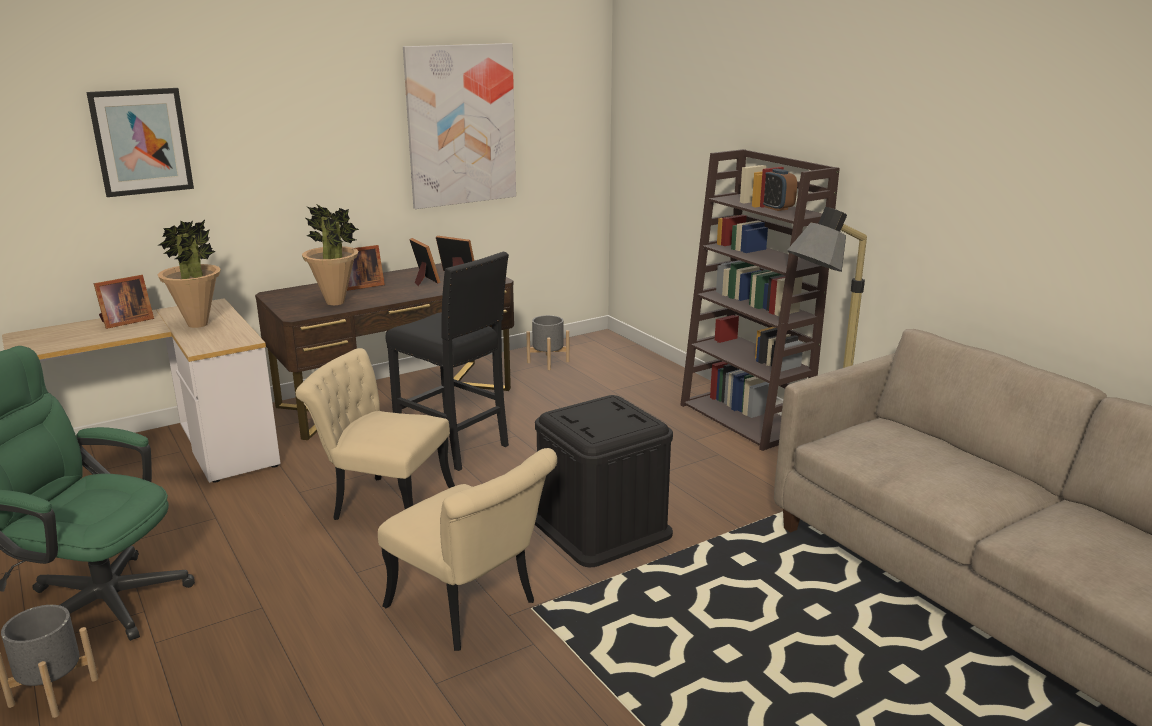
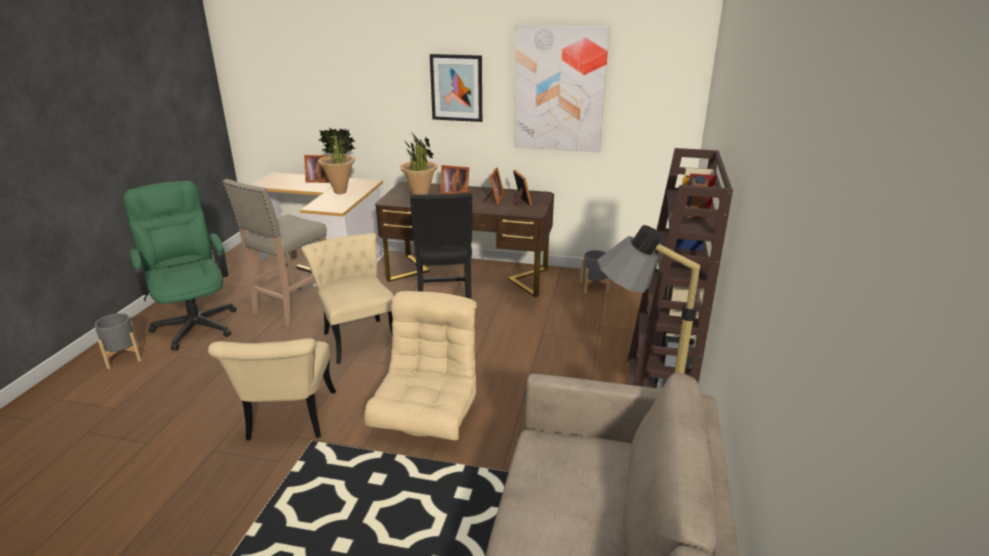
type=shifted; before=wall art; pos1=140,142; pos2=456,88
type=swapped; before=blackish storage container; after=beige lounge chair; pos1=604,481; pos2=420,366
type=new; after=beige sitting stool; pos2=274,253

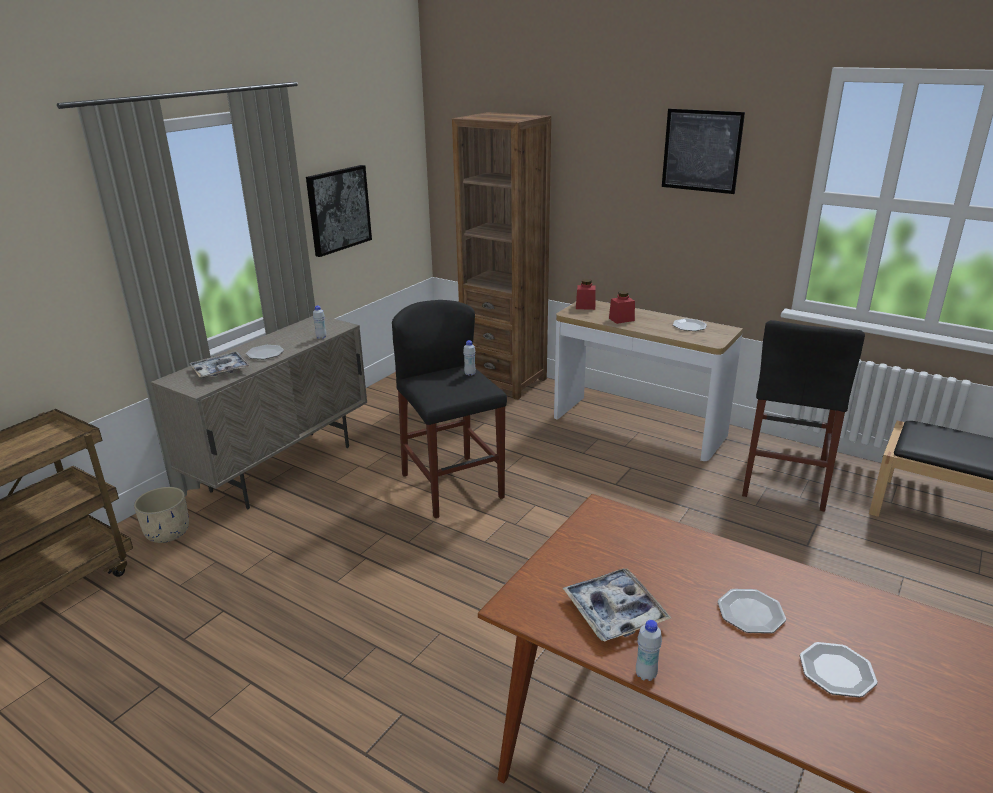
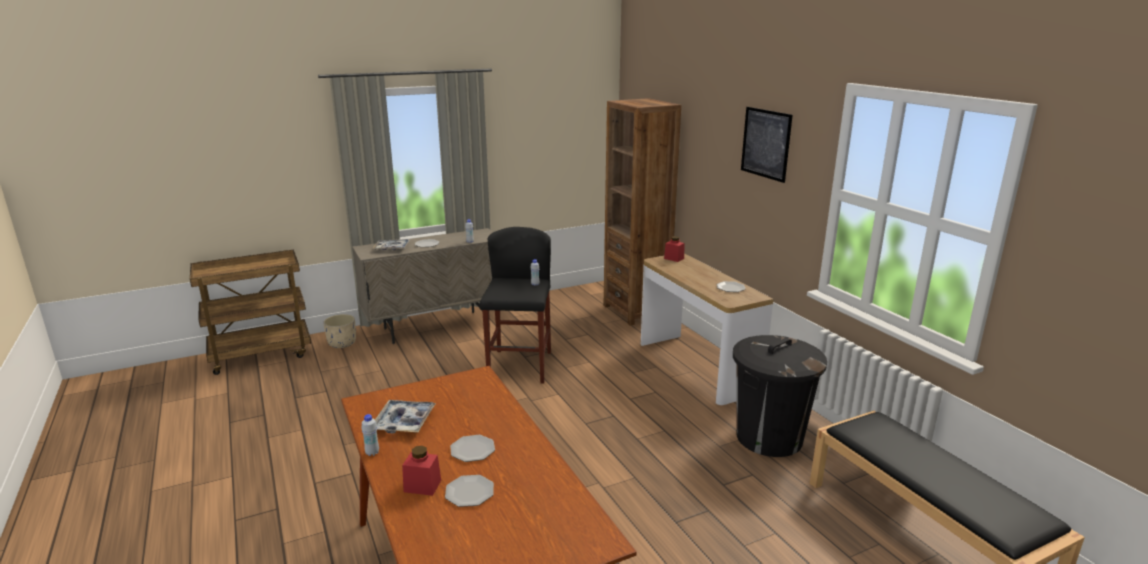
type=gone; before=wall art; pos1=339,211
type=shifted; before=red-coloured jar; pos1=622,307; pos2=421,471
type=swapped; before=blackish sitting stool; after=blackish rubbish bin; pos1=803,416; pos2=780,396

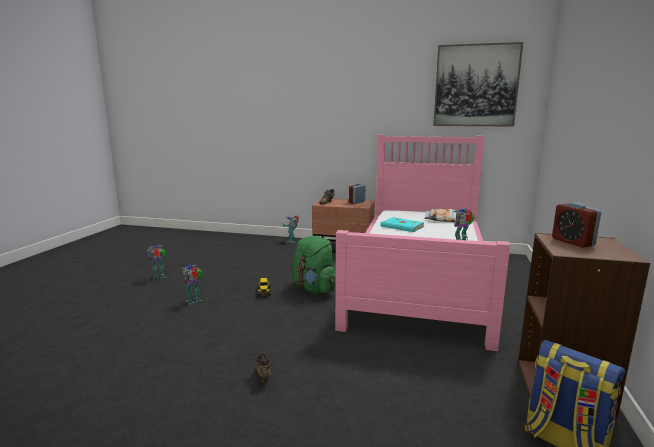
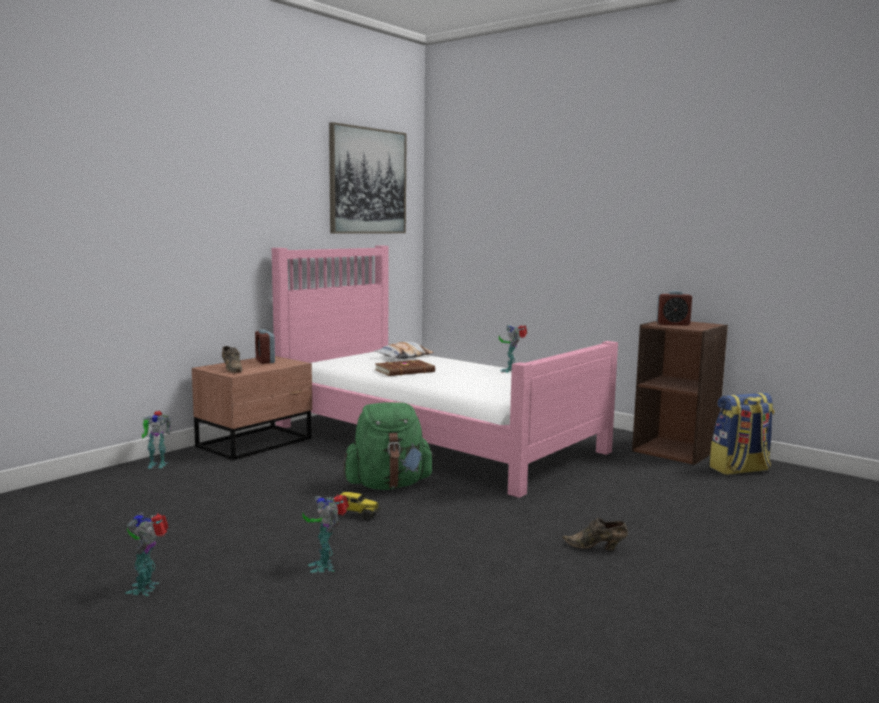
type=repainted; before=turquoise bound book; after=brownish bound book; pos1=402,224; pos2=405,368

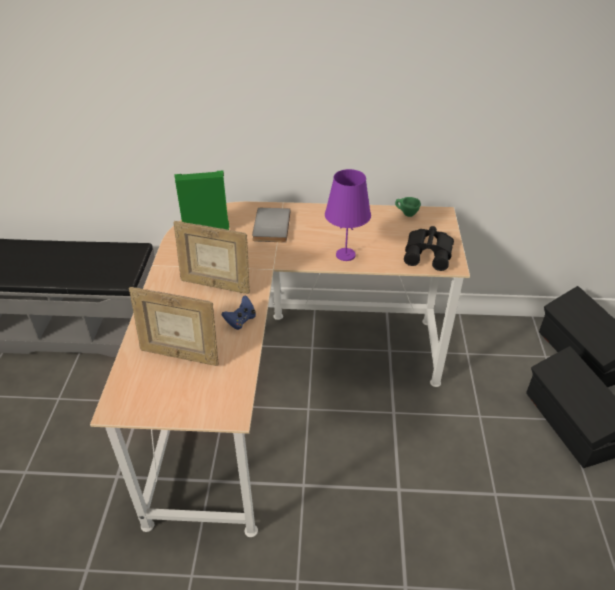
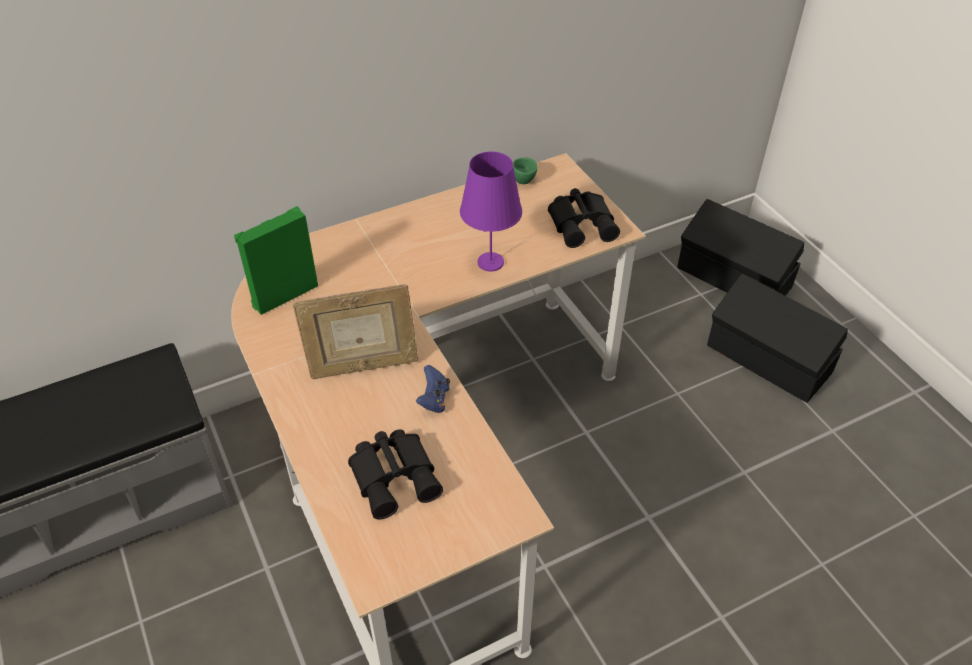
type=gone; before=gray bound book; pos1=271,225
type=swapped; before=picture frame; after=blackish field glasses; pos1=174,326; pos2=395,474

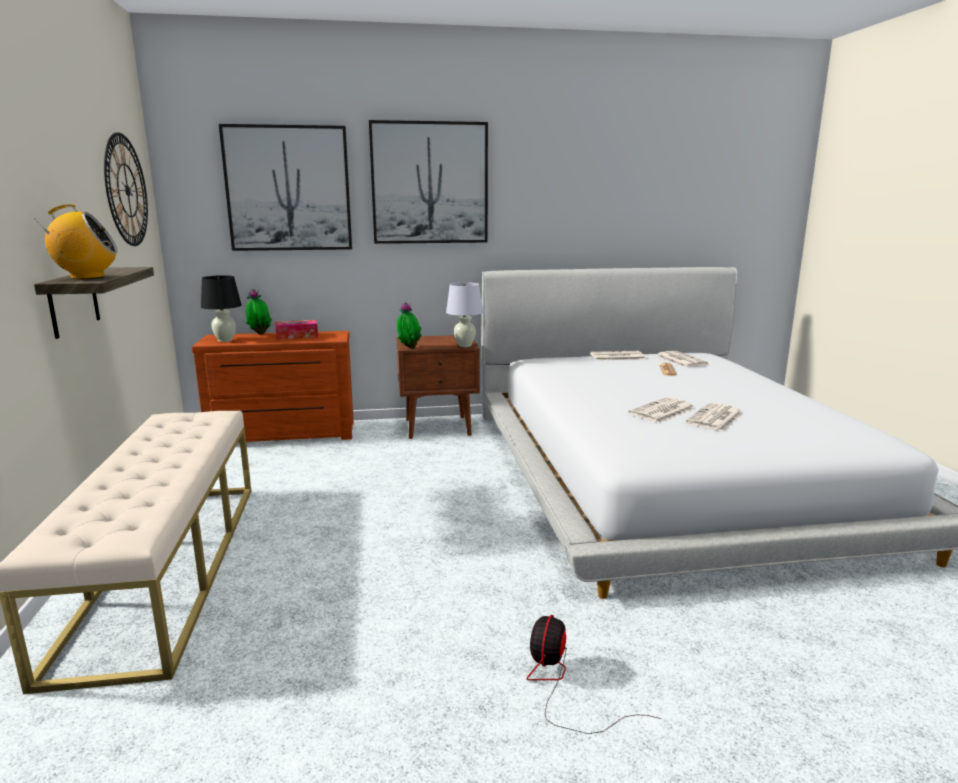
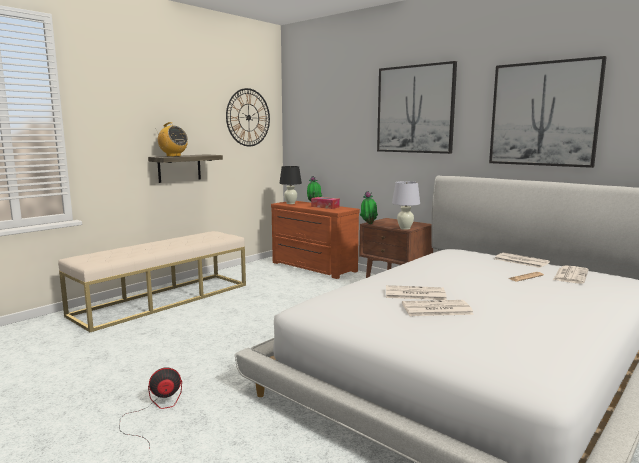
type=shifted; before=wall art; pos1=285,187; pos2=548,112

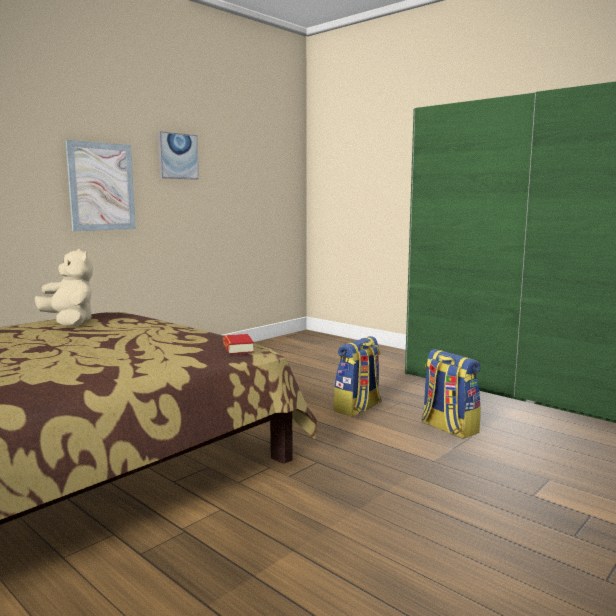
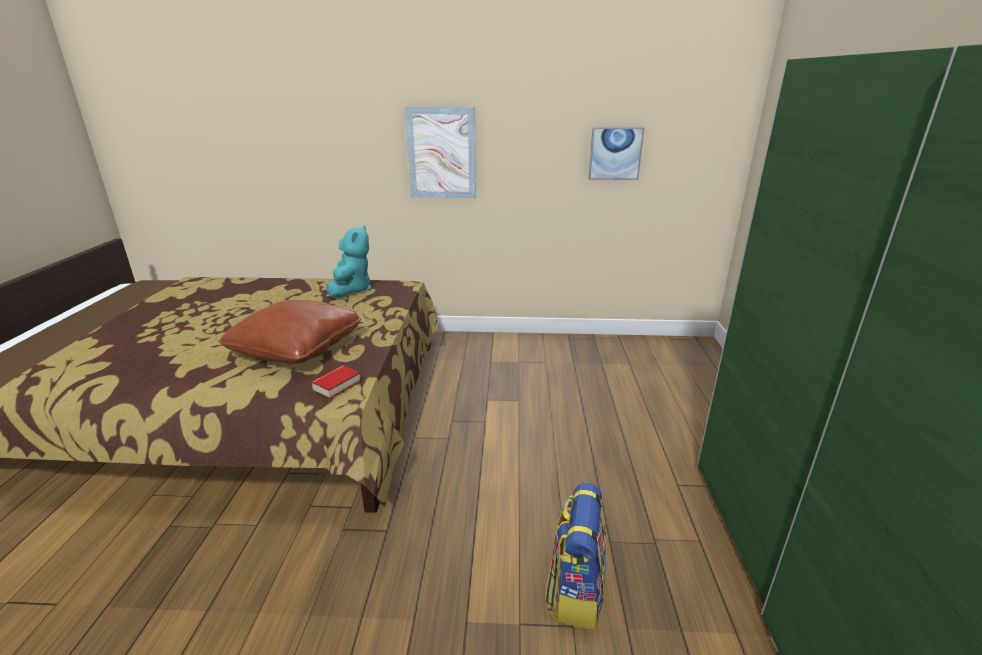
type=shifted; before=wall art; pos1=178,155; pos2=616,153
type=repainted; before=beige soft toy; after=turquoise soft toy; pos1=64,287; pos2=348,261
type=gone; before=knapsack; pos1=358,376
type=new; after=brownish cushion; pos2=290,332

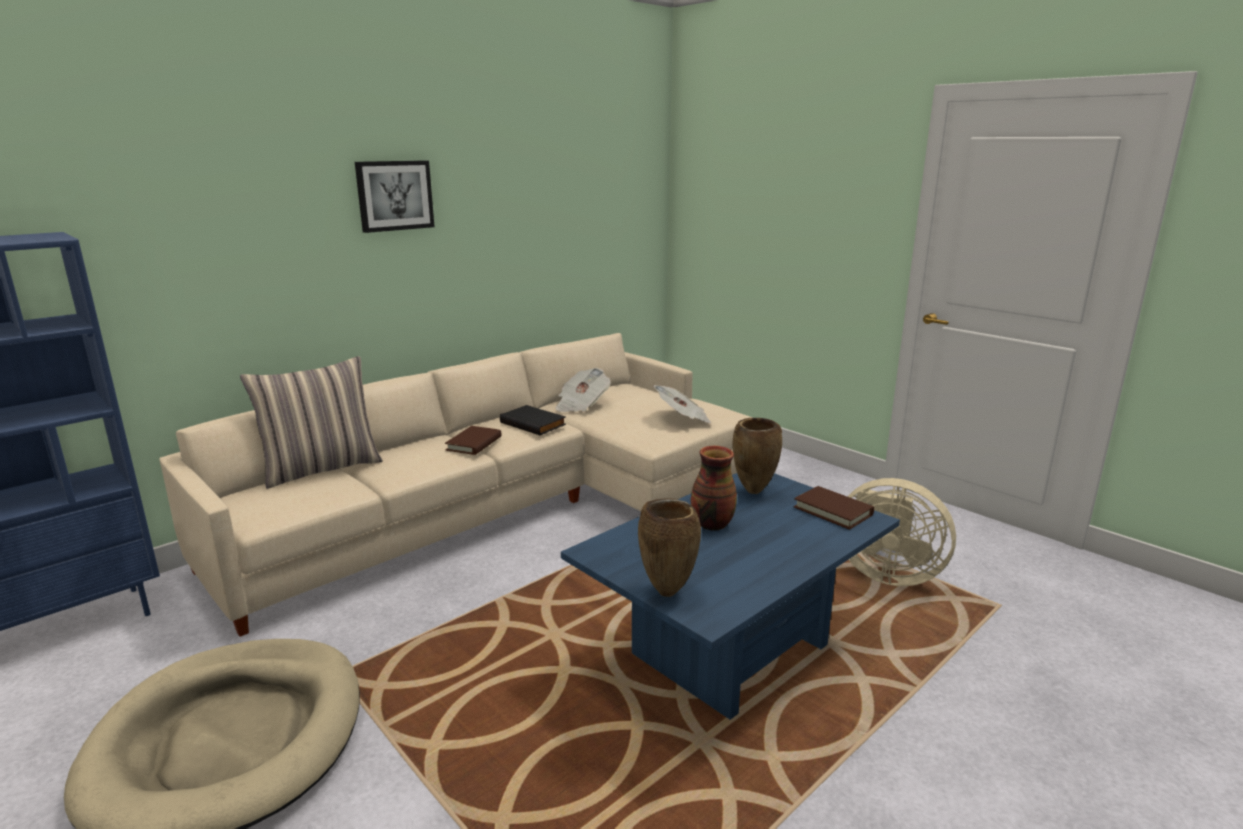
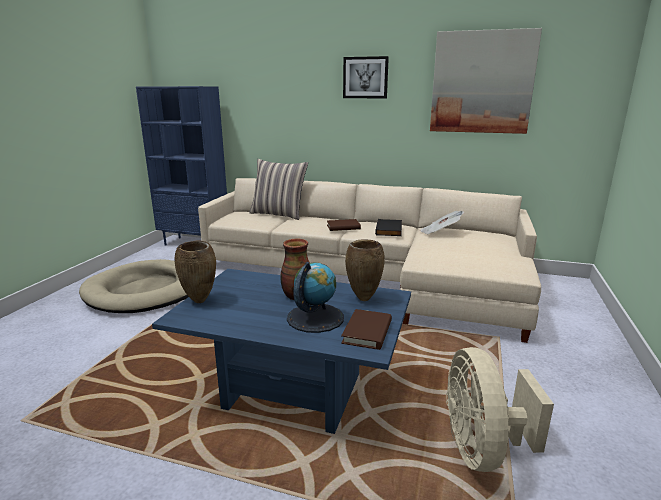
type=gone; before=printed paper; pos1=682,404
type=new; after=wall art; pos2=486,81
type=new; after=desk globe; pos2=315,297

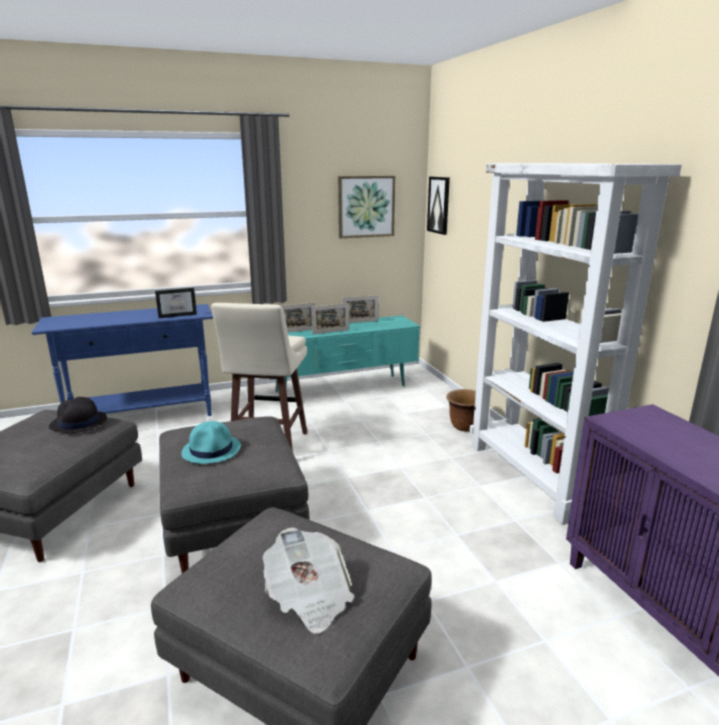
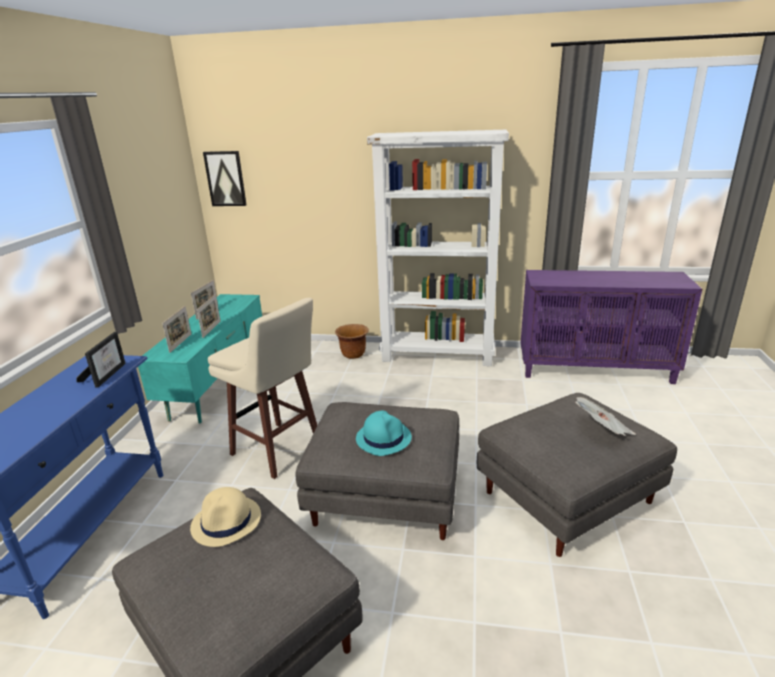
type=gone; before=wall art; pos1=366,207
type=repainted; before=blackish hat; after=beige hat; pos1=78,415; pos2=225,517

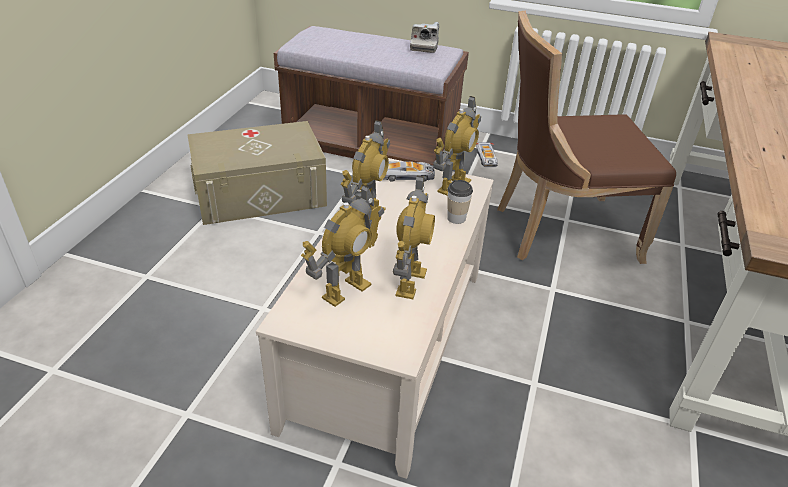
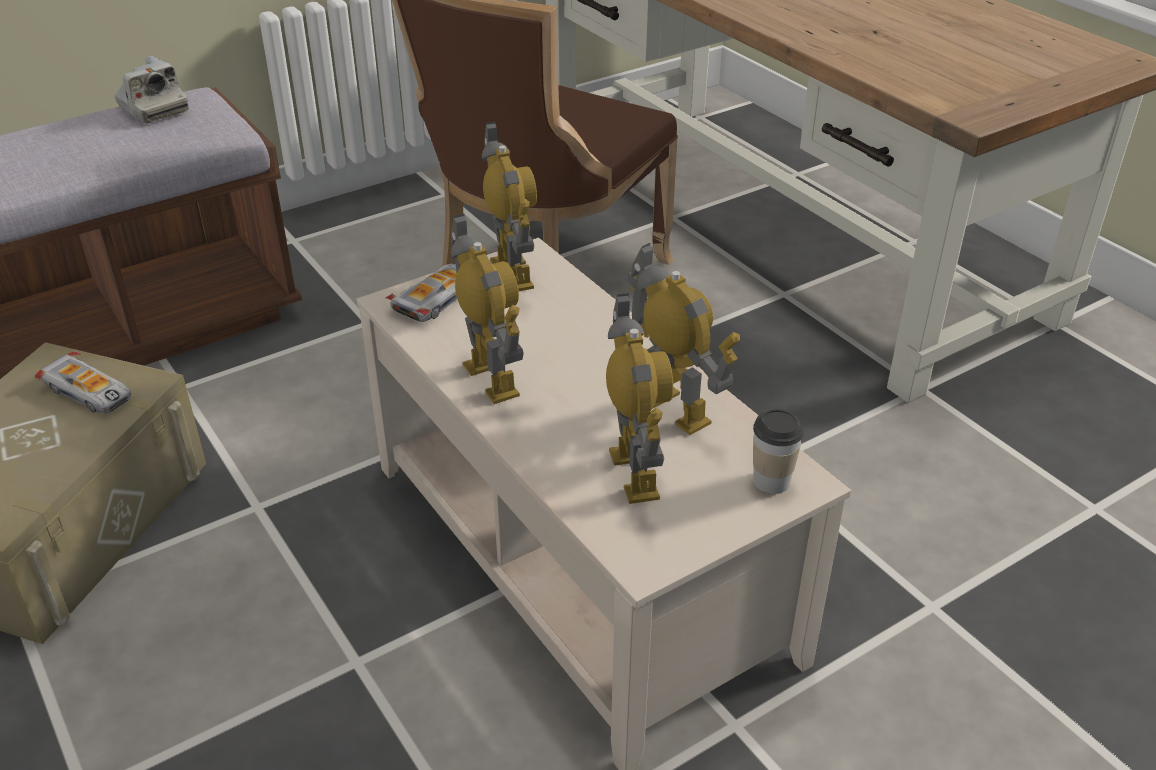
type=shifted; before=model car; pos1=487,154; pos2=83,383
type=shifted; before=small cup; pos1=460,202; pos2=778,451

